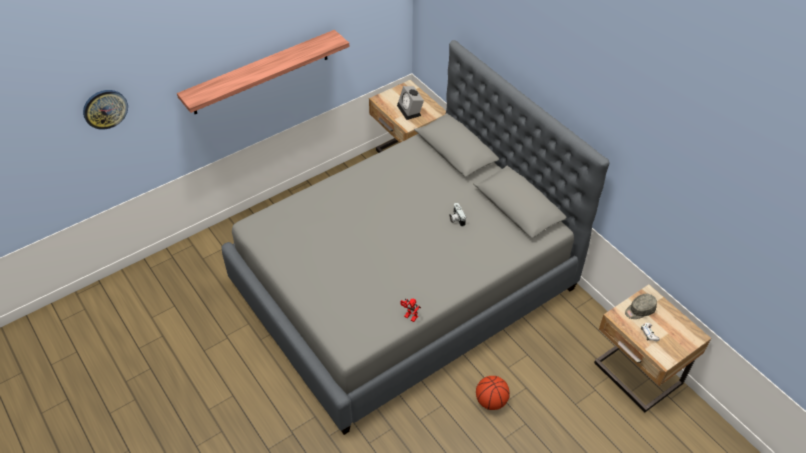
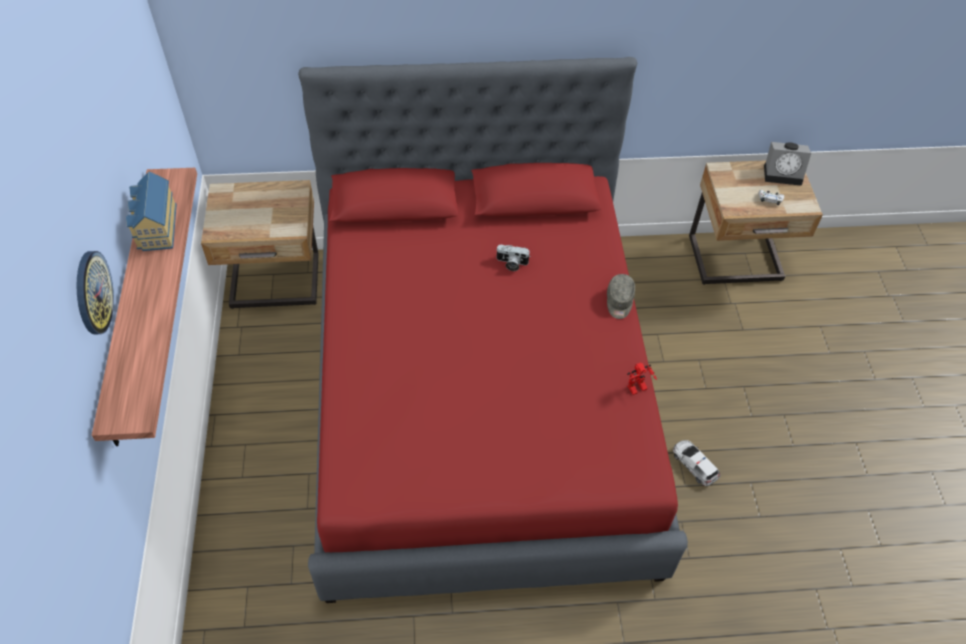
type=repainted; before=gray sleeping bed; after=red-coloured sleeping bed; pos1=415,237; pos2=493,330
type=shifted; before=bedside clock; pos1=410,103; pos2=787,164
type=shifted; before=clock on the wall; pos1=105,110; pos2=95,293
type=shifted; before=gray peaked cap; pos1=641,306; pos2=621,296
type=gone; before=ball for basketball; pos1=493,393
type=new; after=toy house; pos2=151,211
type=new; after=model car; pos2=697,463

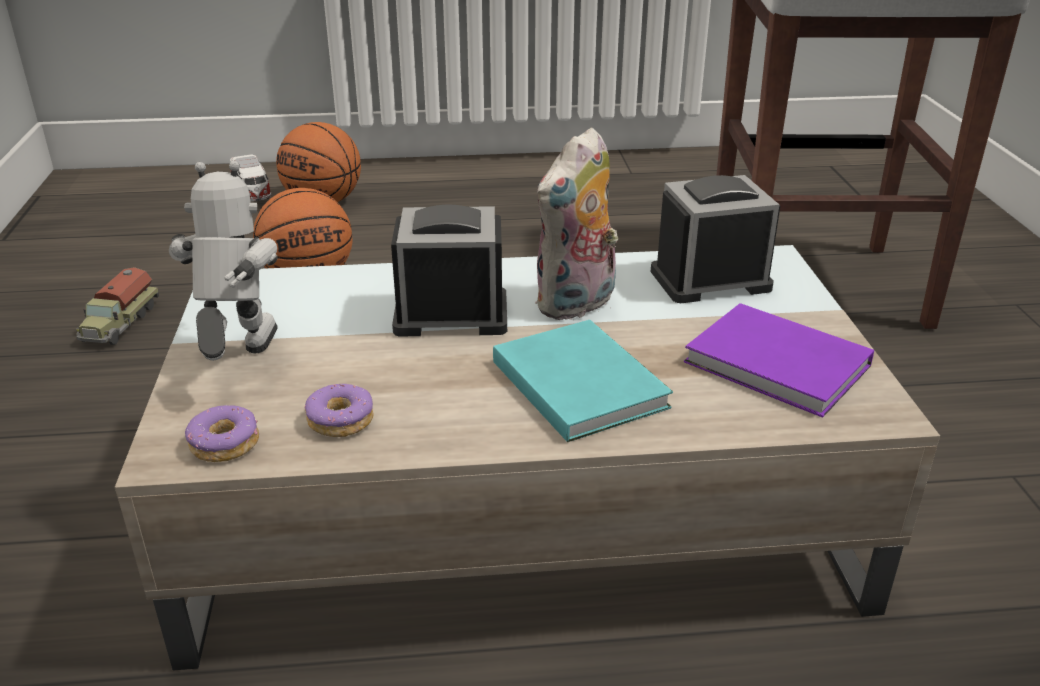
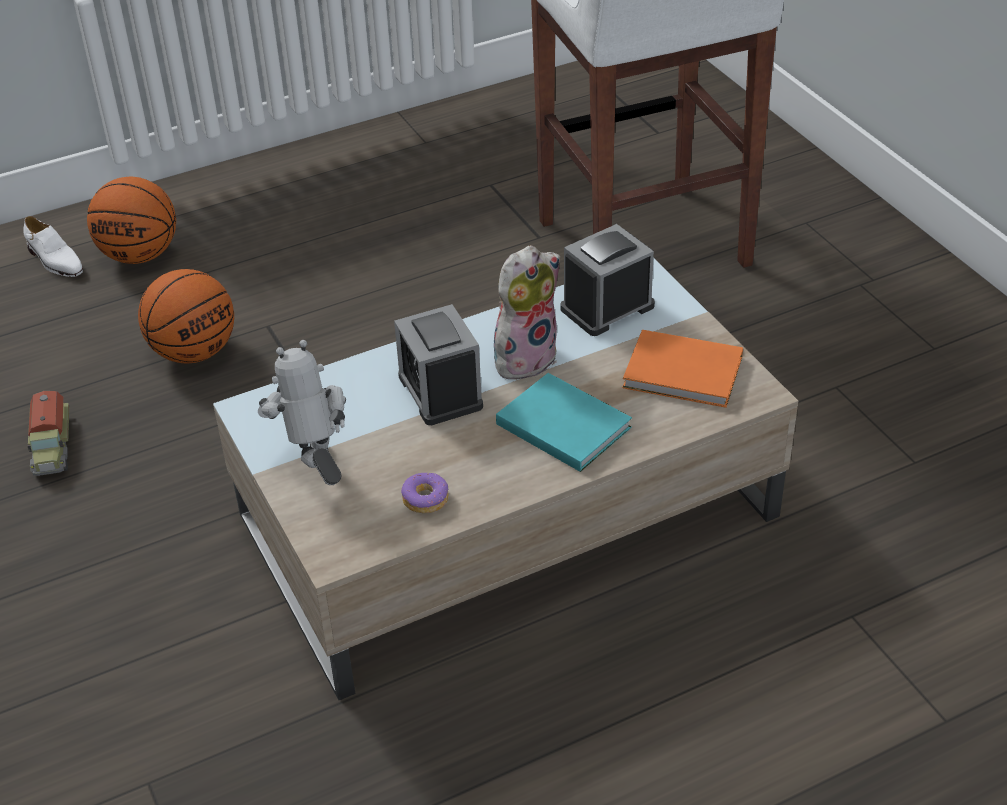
type=rotated; before=soft toy; pos1=577,223; pos2=527,314; turn=-150
type=swapped; before=model car; after=white shoe; pos1=251,177; pos2=53,246
type=rotated; before=bedside clock; pos1=449,270; pos2=438,364; turn=-90
type=repainted; before=purplish bound book; after=orange-coloured bound book; pos1=779,360; pos2=683,369
type=gone; before=donut; pos1=222,433

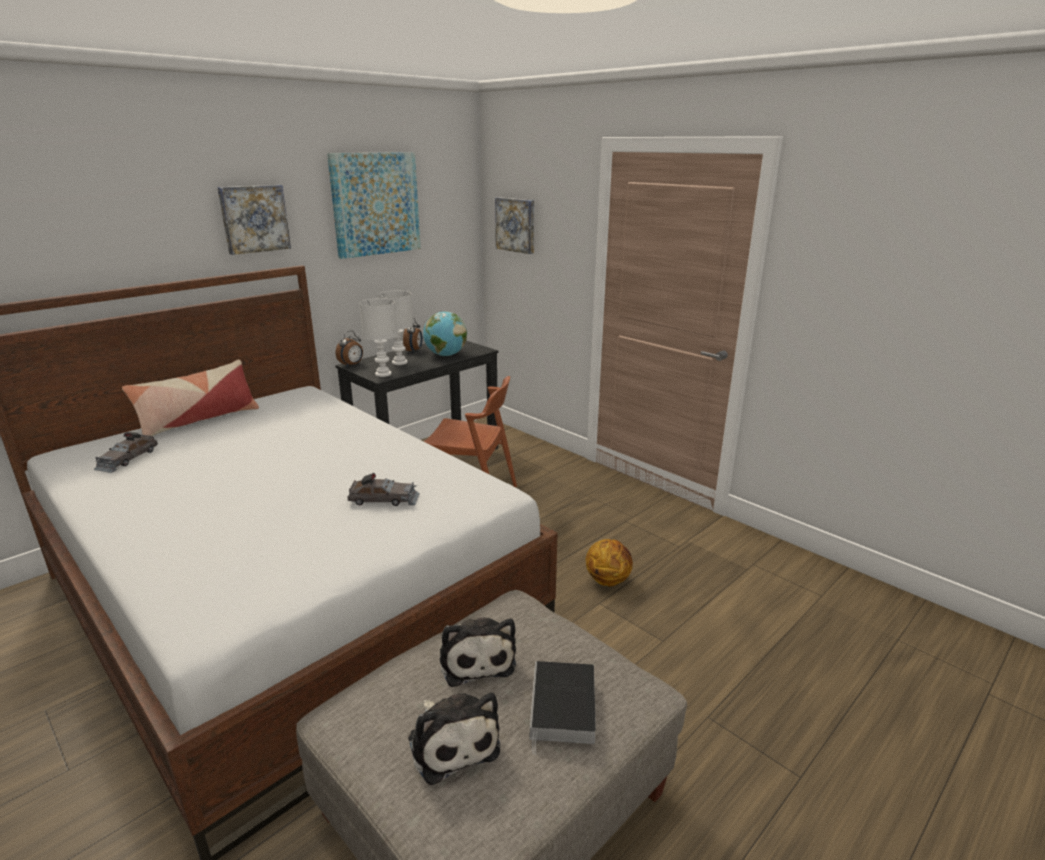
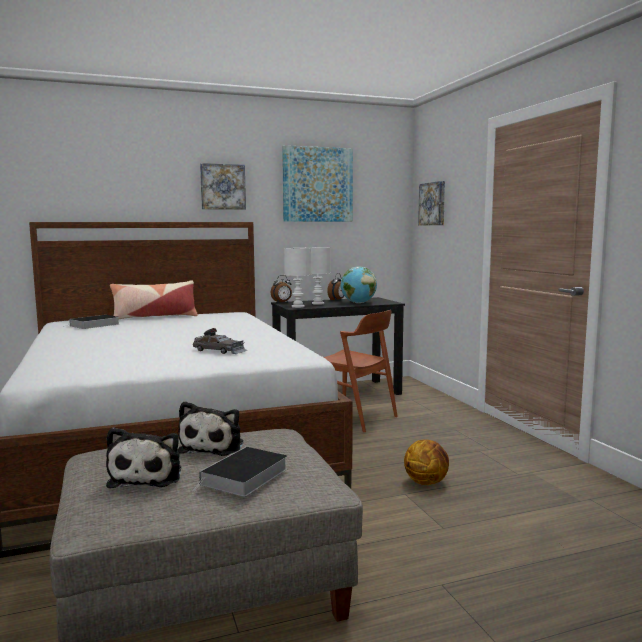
type=swapped; before=gray model car; after=bound book; pos1=126,452; pos2=91,322

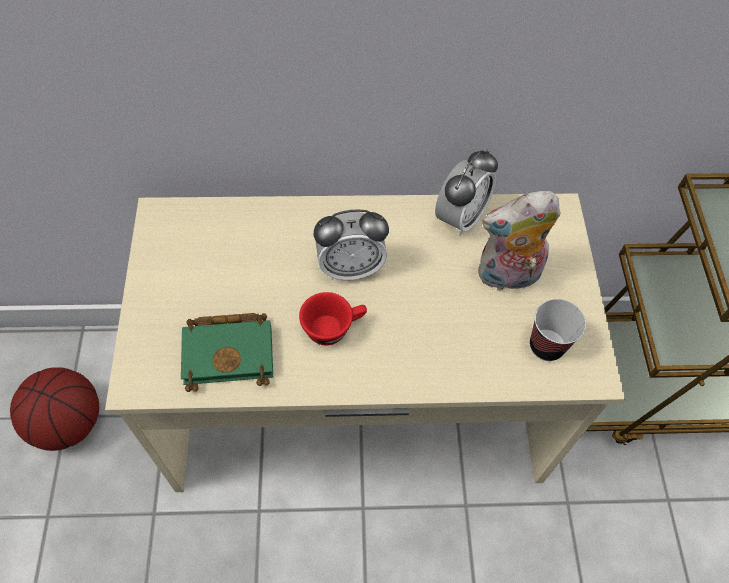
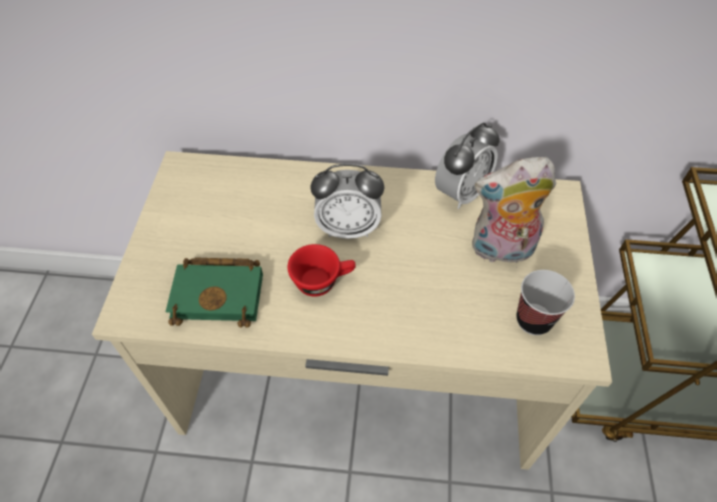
type=gone; before=ball for basketball; pos1=54,409

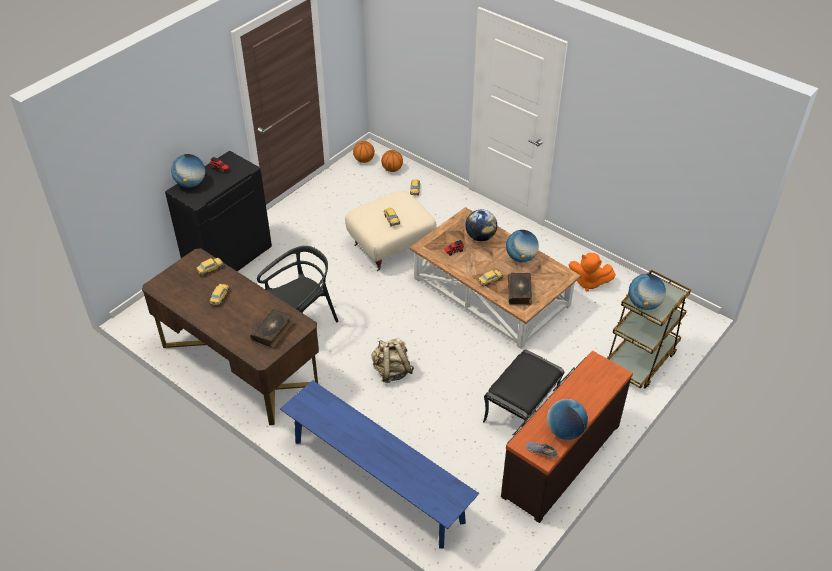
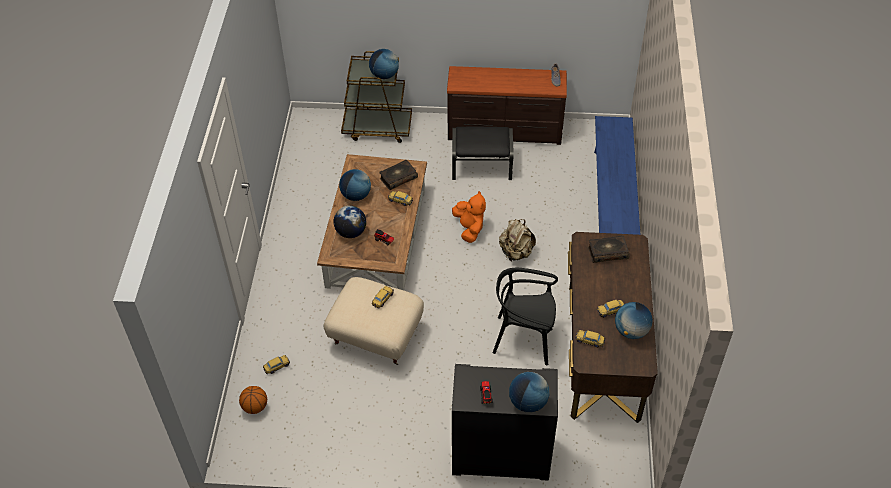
type=gone; before=ball for basketball; pos1=364,152
type=shifted; before=orange-coloured soft toy; pos1=592,272; pos2=469,217
type=shifted; before=desk globe; pos1=567,419; pos2=634,320

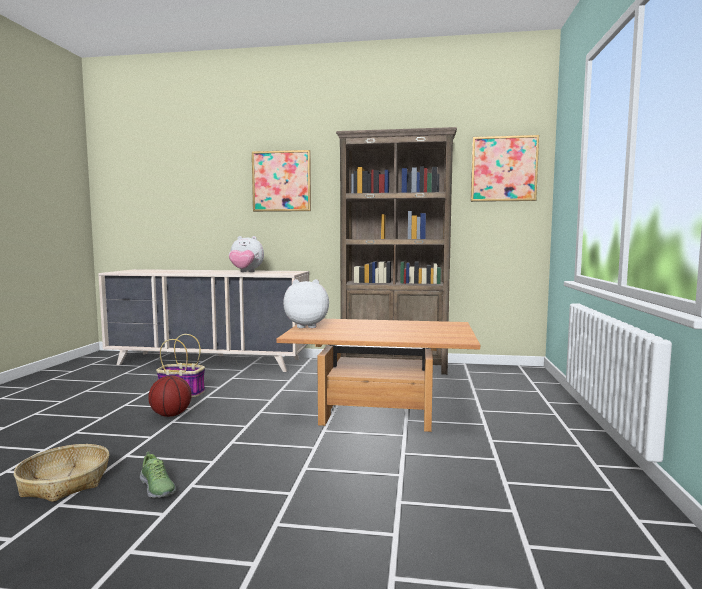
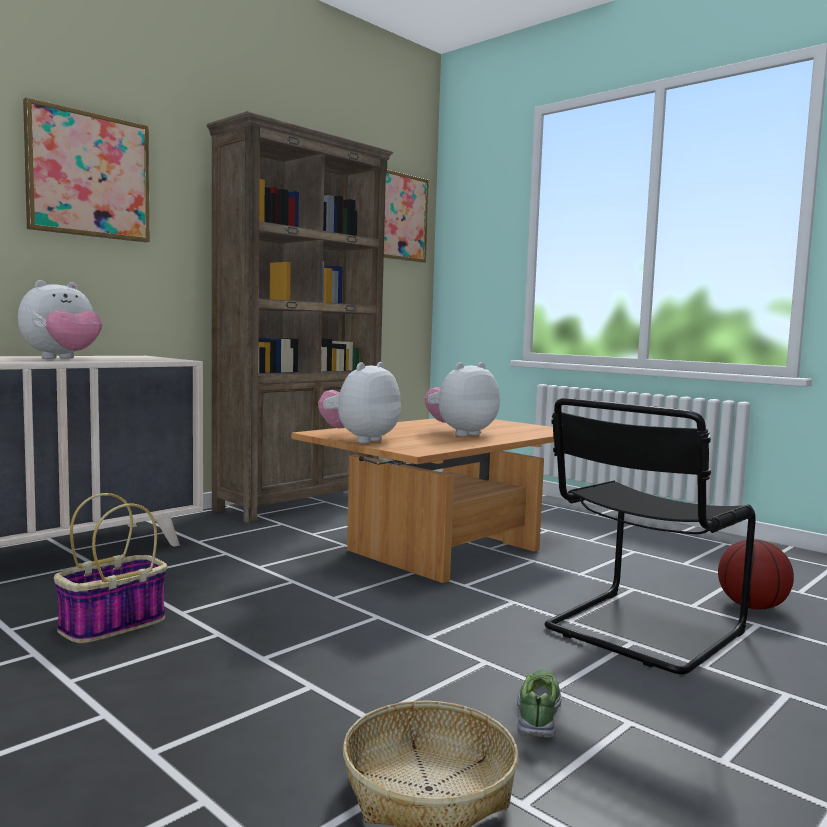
type=shifted; before=ball for basketball; pos1=170,396; pos2=756,574
type=rotated; before=shoe; pos1=158,474; pos2=539,704; turn=-75
type=new; after=soft toy; pos2=462,399
type=new; after=blackish chair; pos2=650,536

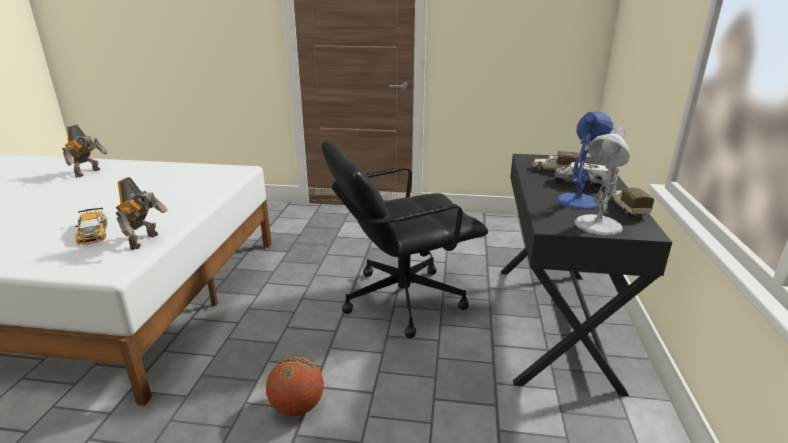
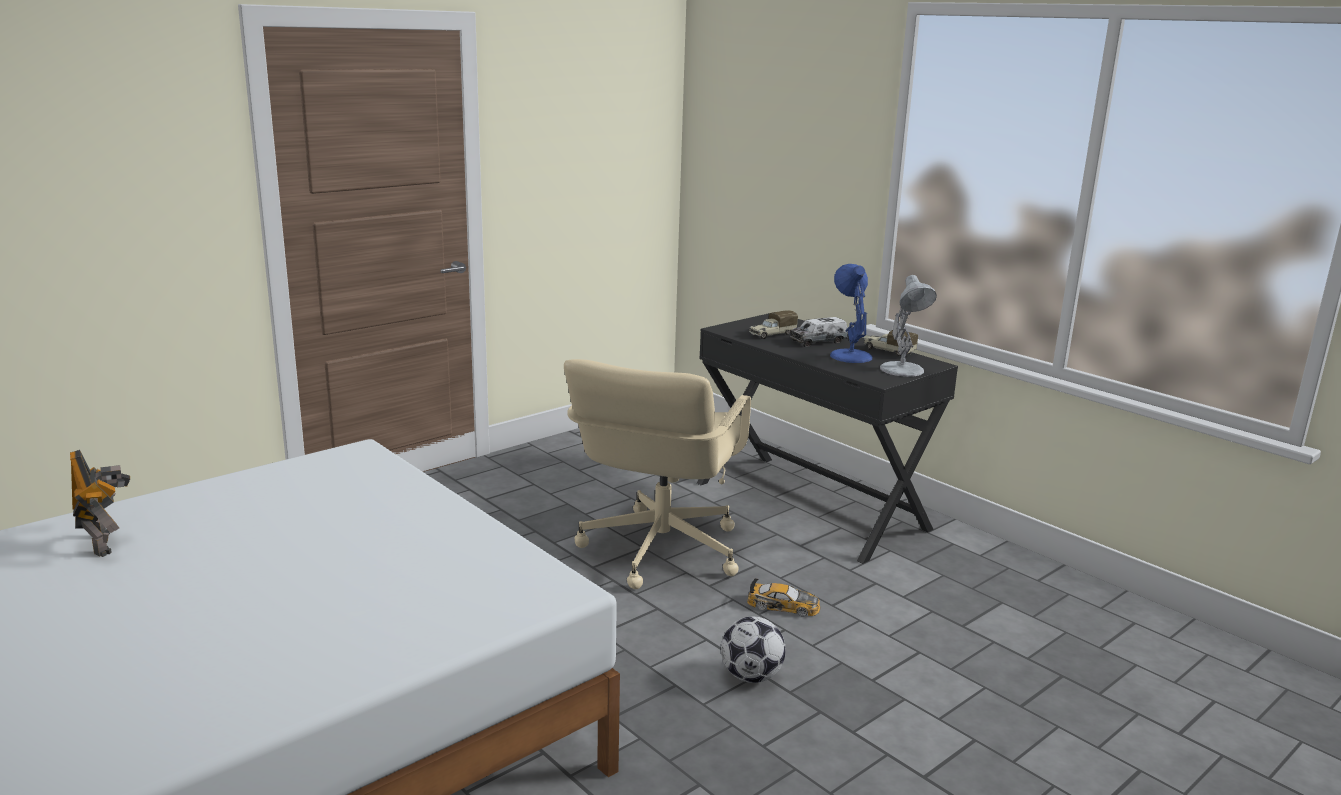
type=repainted; before=blackish desk chair; after=beige desk chair; pos1=405,239; pos2=657,474
type=gone; before=model robot; pos1=142,213
type=shifted; before=model car; pos1=91,226; pos2=784,597
type=swapped; before=ball for basketball; after=football ball; pos1=295,386; pos2=753,649

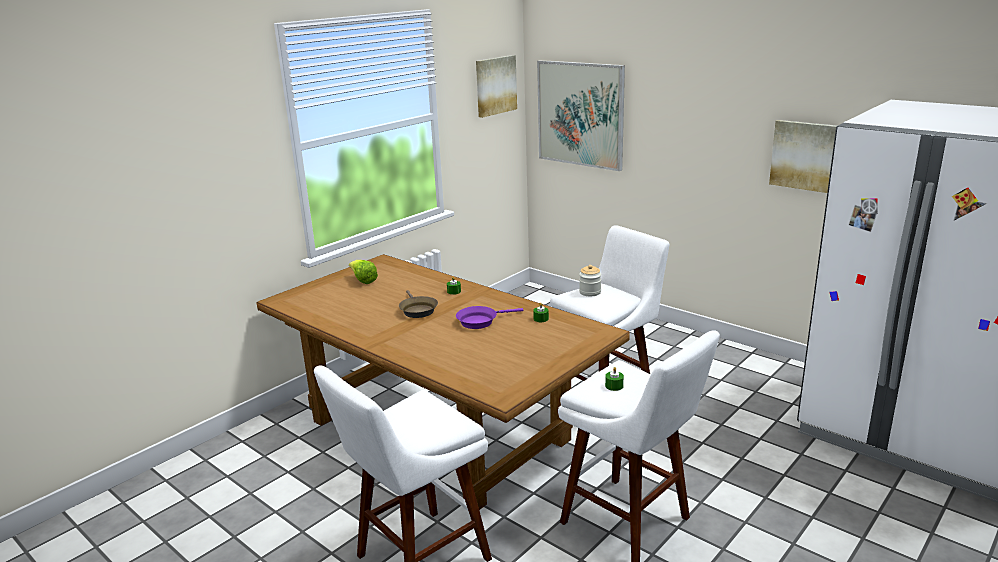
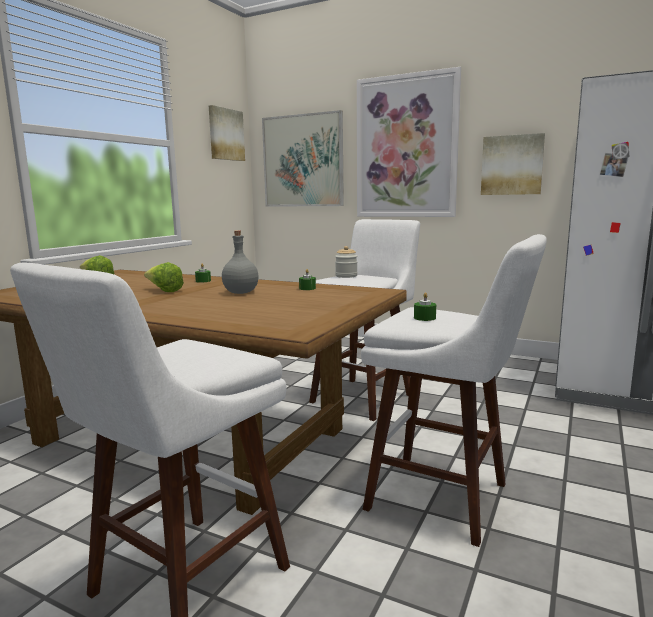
type=swapped; before=brownish skillet; after=lettuce; pos1=418,304; pos2=164,277
type=swapped; before=purplish skillet; after=gray bottle; pos1=489,317; pos2=240,262
type=new; after=wall art; pos2=409,142

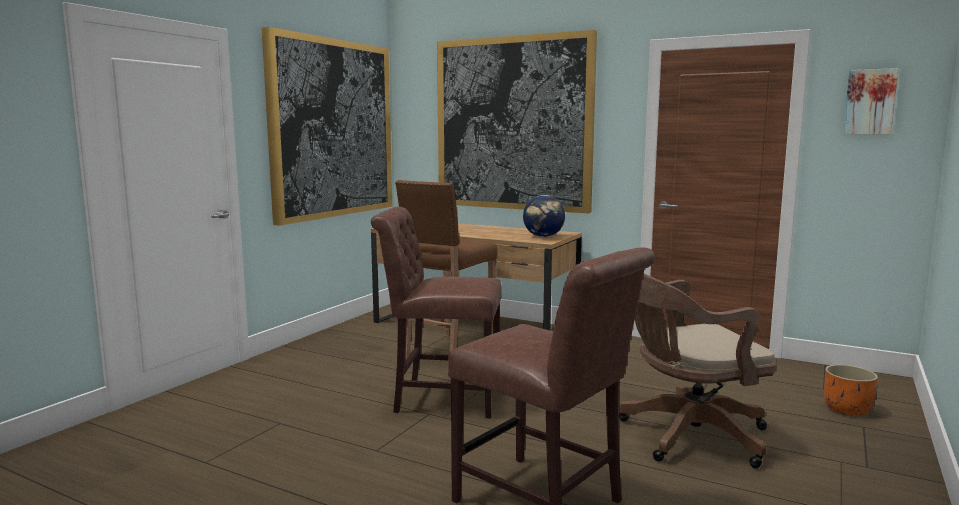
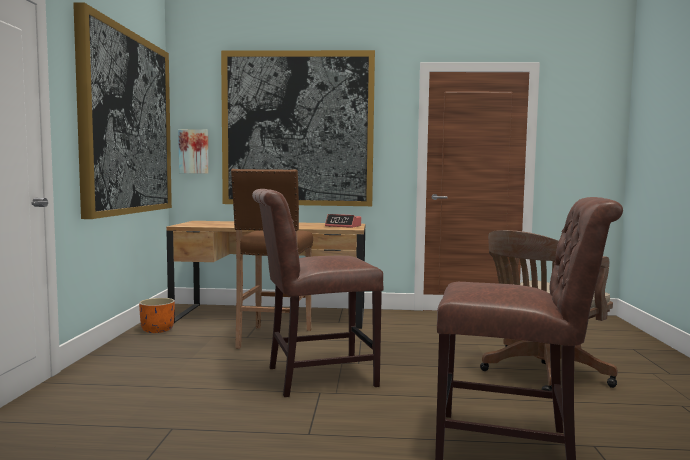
type=shifted; before=wall art; pos1=871,101; pos2=193,151
type=swapped; before=desk globe; after=bedside clock; pos1=544,216; pos2=343,221
type=shifted; before=orange-coloured flower pot; pos1=851,390; pos2=157,315

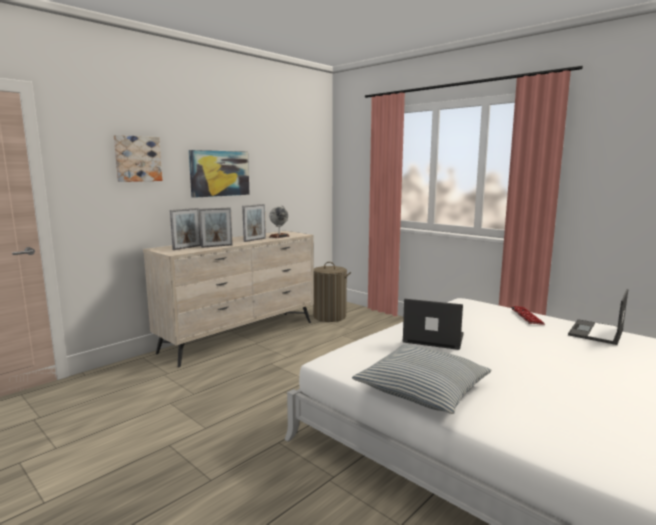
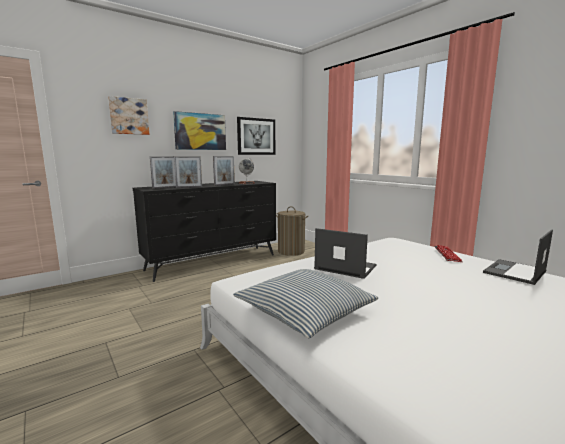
type=repainted; before=beige dresser; after=blackish dresser; pos1=228,299; pos2=204,231
type=new; after=wall art; pos2=256,136

